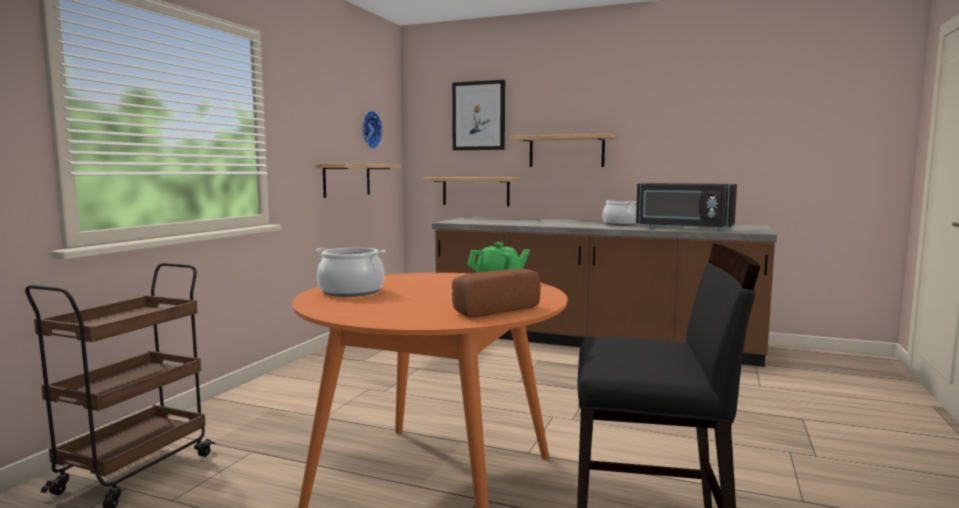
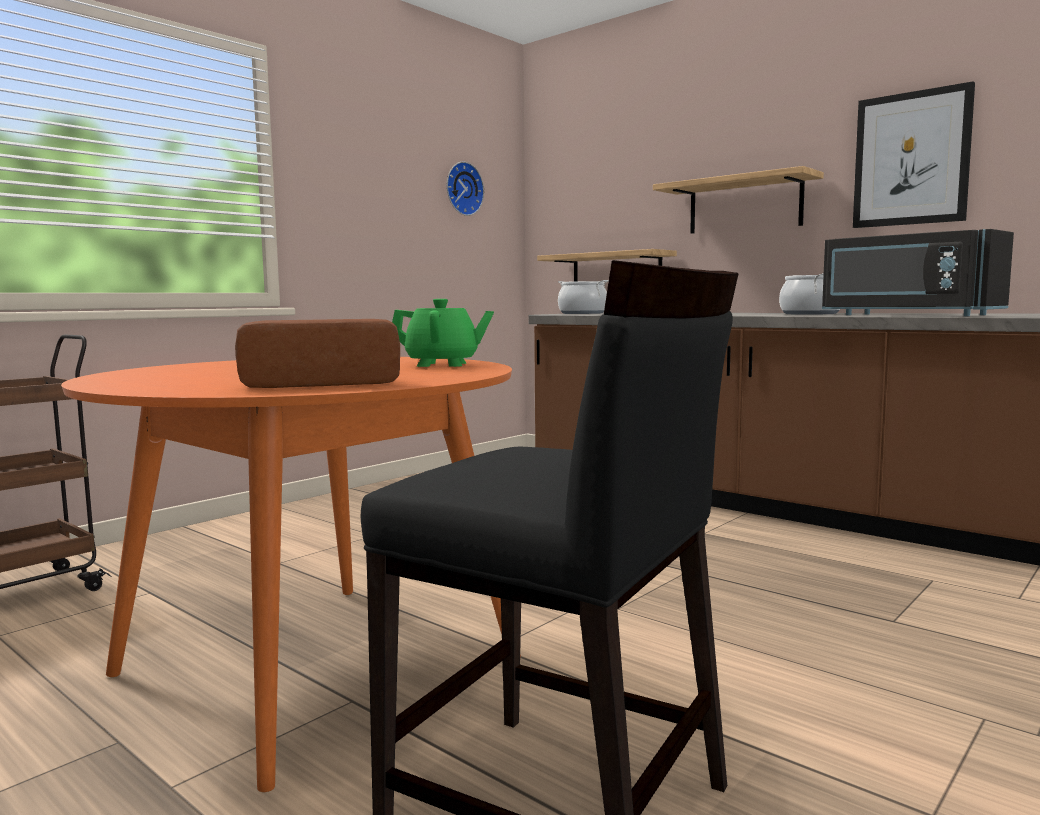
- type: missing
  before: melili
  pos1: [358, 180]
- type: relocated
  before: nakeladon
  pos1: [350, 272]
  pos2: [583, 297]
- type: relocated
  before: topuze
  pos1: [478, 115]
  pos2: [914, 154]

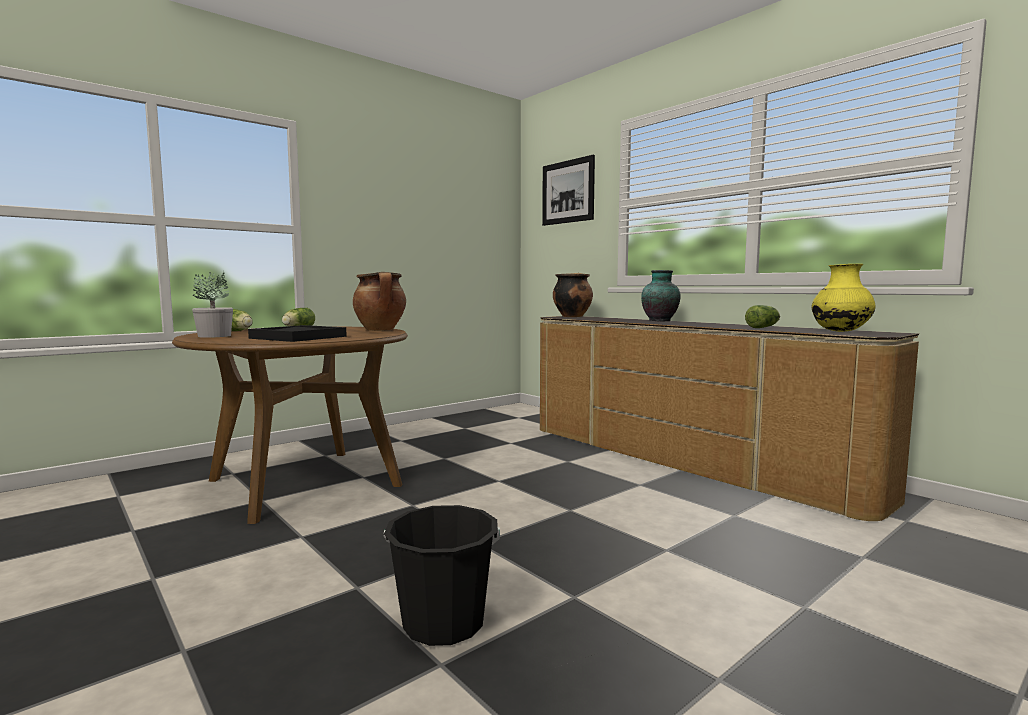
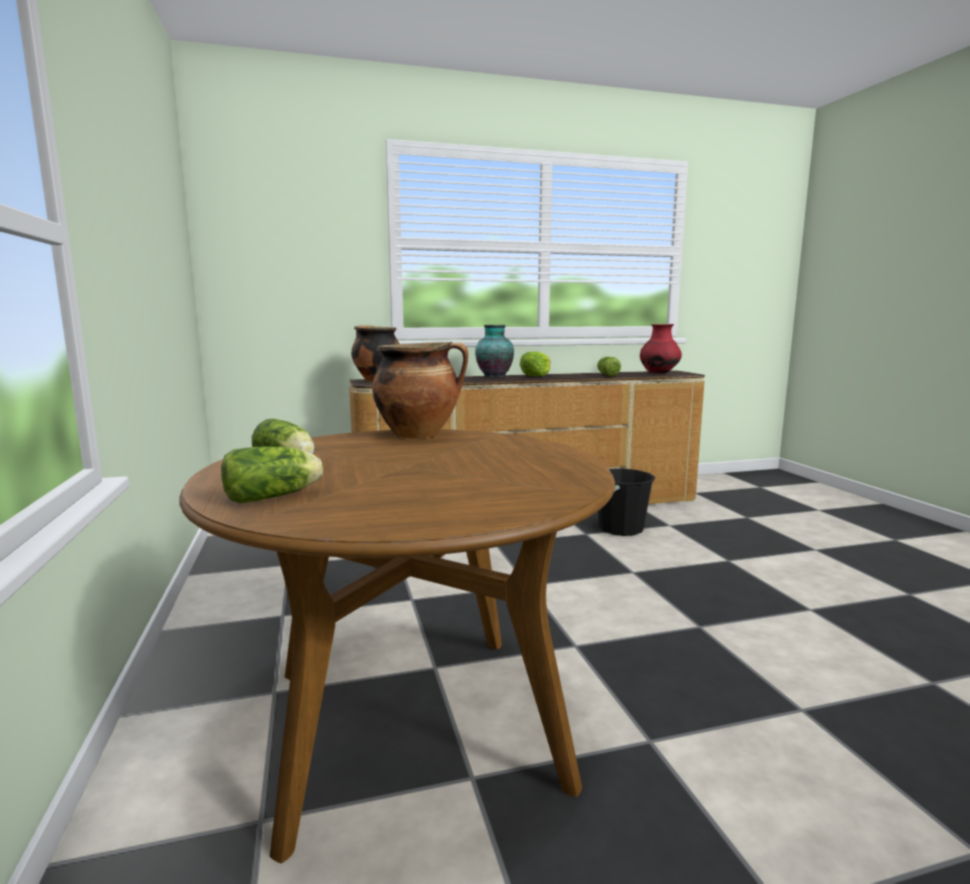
- type: missing
  before: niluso
  pos1: [212, 305]
- type: missing
  before: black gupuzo
  pos1: [297, 333]
- type: missing
  before: topuze
  pos1: [568, 190]
- type: appeared
  after: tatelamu
  pos2: [535, 364]
- type: relocated
  before: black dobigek
  pos1: [442, 575]
  pos2: [626, 502]
- type: colour
  before: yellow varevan
  after: red varevan
  pos1: [844, 298]
  pos2: [661, 349]

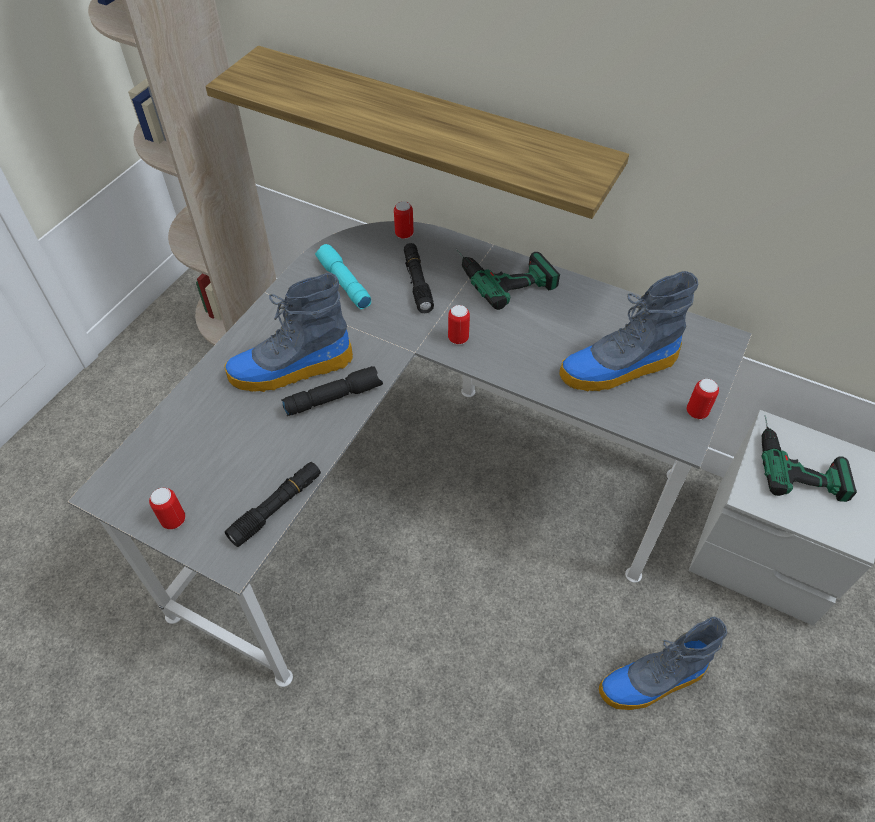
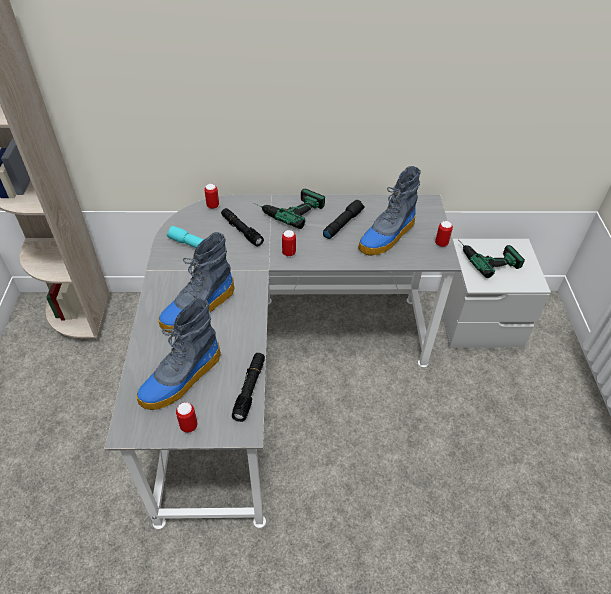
- type: missing
  before: melili
  pos1: [417, 132]
- type: relocated
  before: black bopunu
  pos1: [332, 391]
  pos2: [343, 219]
- type: relocated
  before: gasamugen
  pos1: [663, 663]
  pos2: [178, 353]

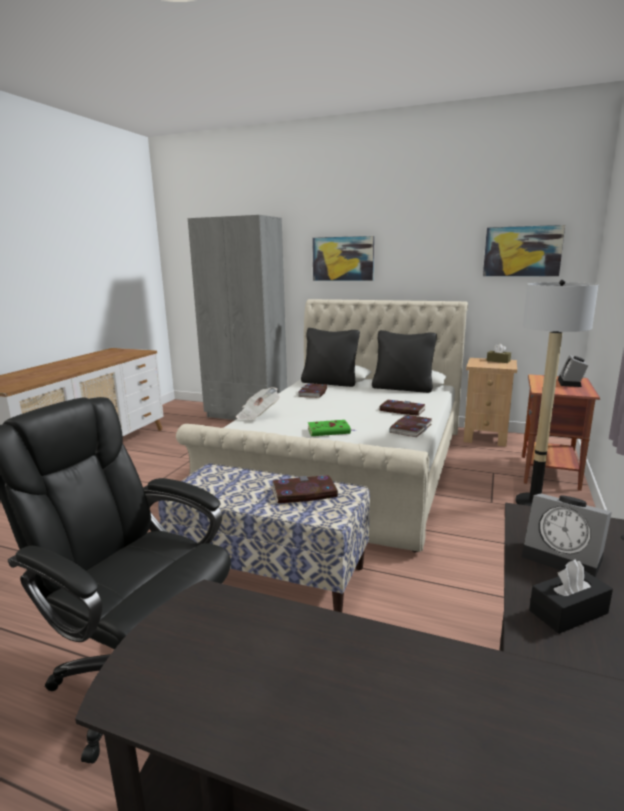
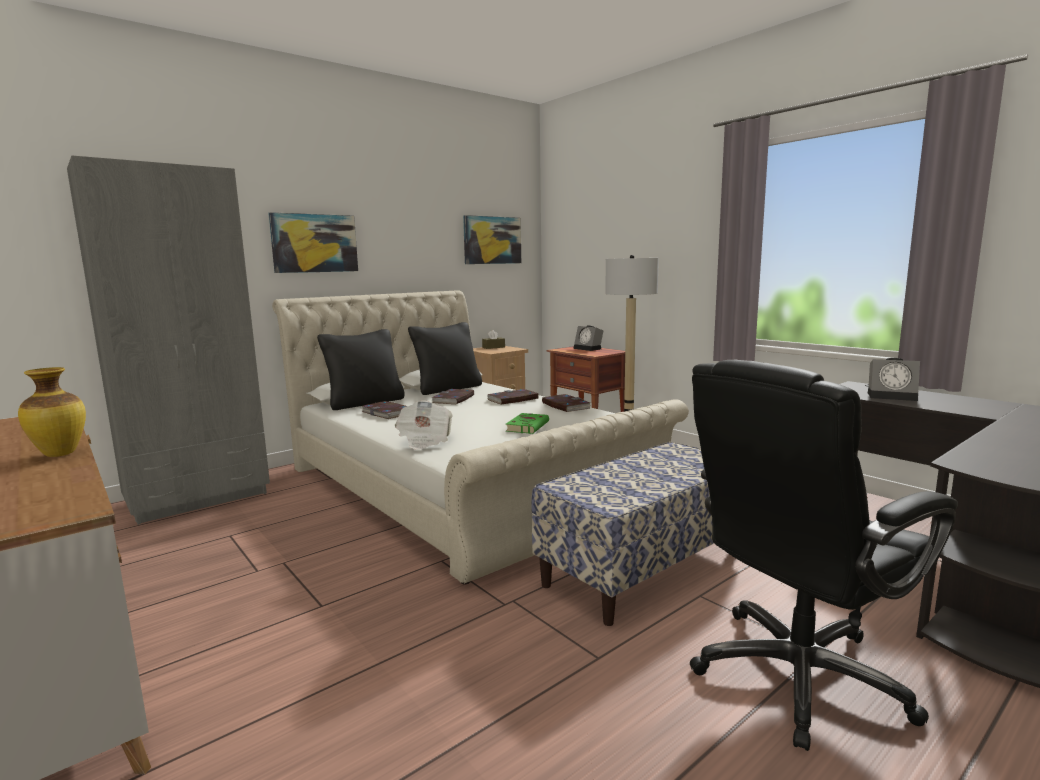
- type: missing
  before: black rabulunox
  pos1: [571, 597]
- type: appeared
  after: varevan
  pos2: [52, 412]
- type: relocated
  before: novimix
  pos1: [304, 489]
  pos2: [453, 396]
- type: spun
  before: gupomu
  pos1: [567, 535]
  pos2: [894, 379]
  turn: 45

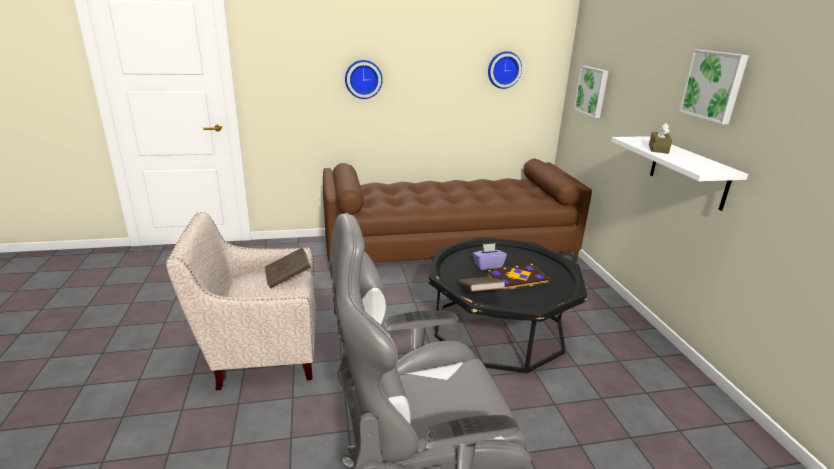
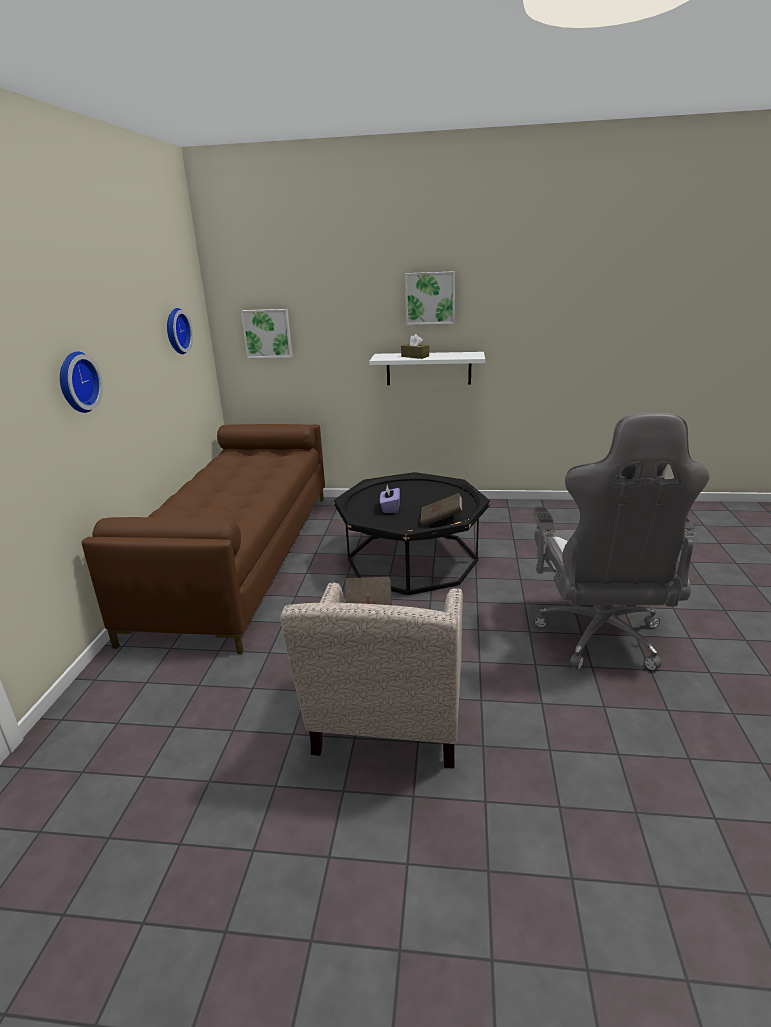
- type: missing
  before: novimix
  pos1: [518, 277]

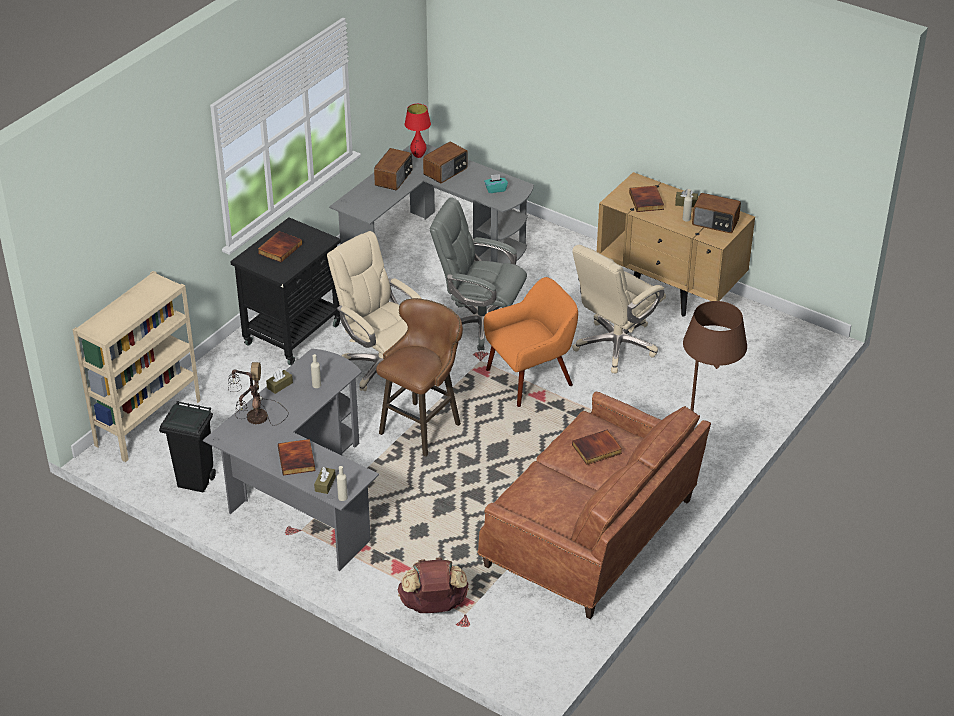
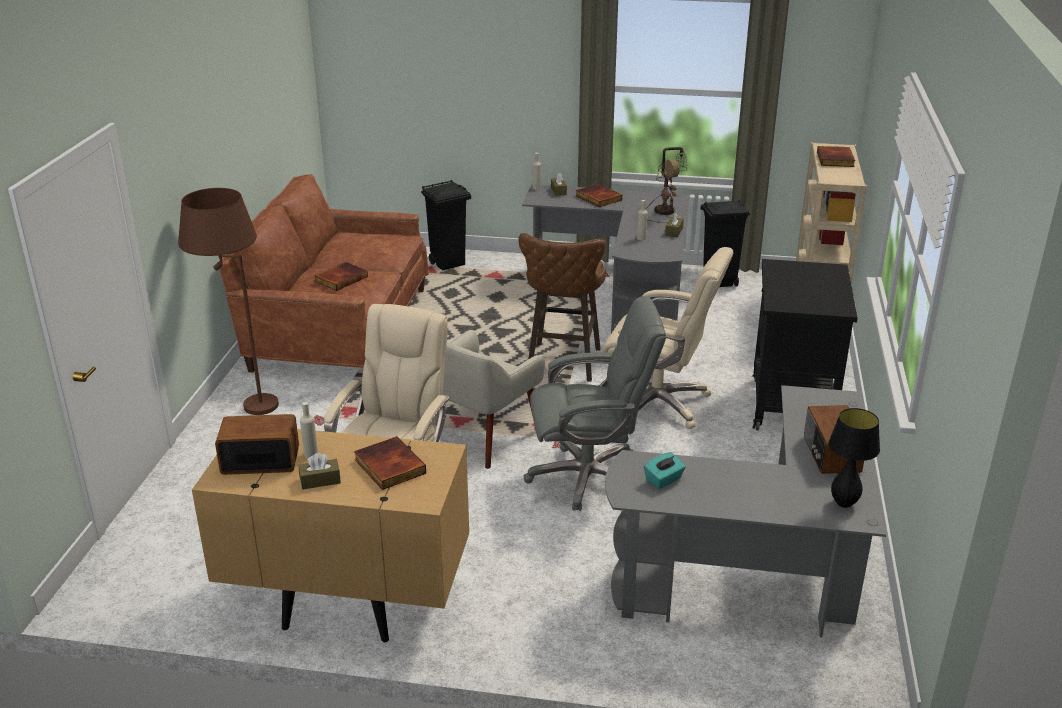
- type: missing
  before: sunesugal
  pos1: [445, 162]
- type: relocated
  before: novimix
  pos1: [280, 246]
  pos2: [836, 156]
- type: exchanged
  before: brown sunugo
  after: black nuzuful
  pos1: [433, 585]
  pos2: [446, 225]
- type: colour
  before: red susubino
  after: black susubino
  pos1: [418, 131]
  pos2: [854, 458]
- type: colour
  before: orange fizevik
  after: beige fizevik
  pos1: [531, 342]
  pos2: [494, 399]

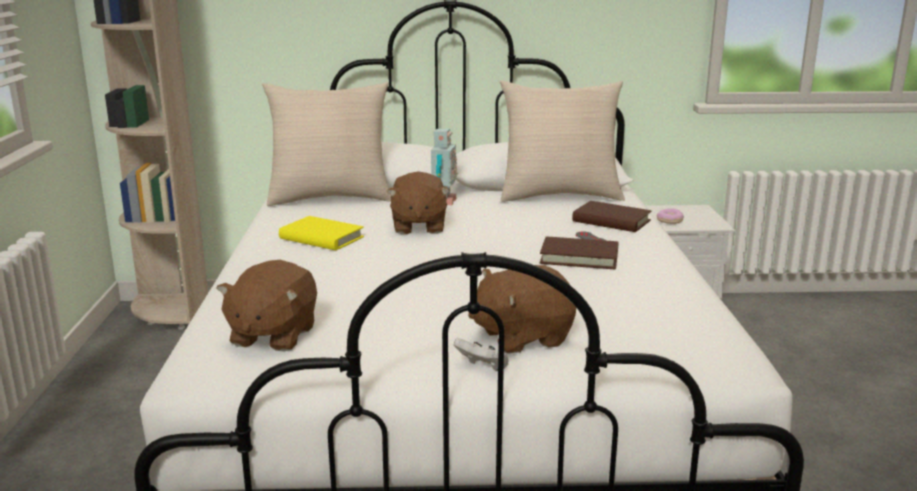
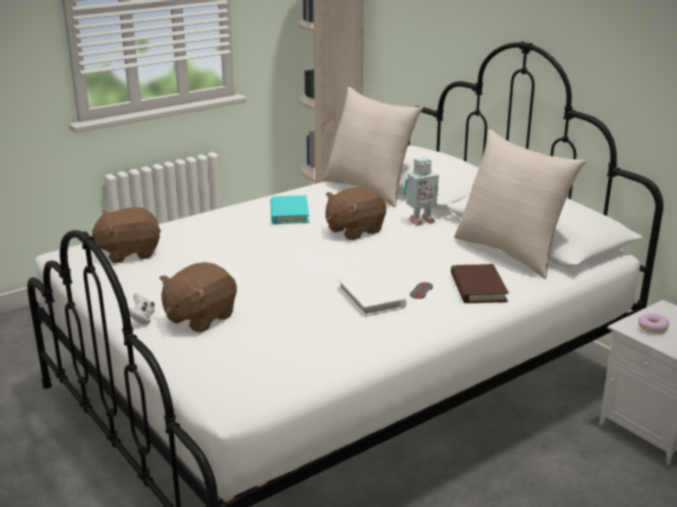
- type: colour
  before: yellow novimix
  after: turquoise novimix
  pos1: [321, 233]
  pos2: [290, 209]
- type: colour
  before: brown novimix
  after: white novimix
  pos1: [579, 252]
  pos2: [372, 294]
- type: spun
  before: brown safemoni
  pos1: [522, 309]
  pos2: [198, 297]
  turn: -90

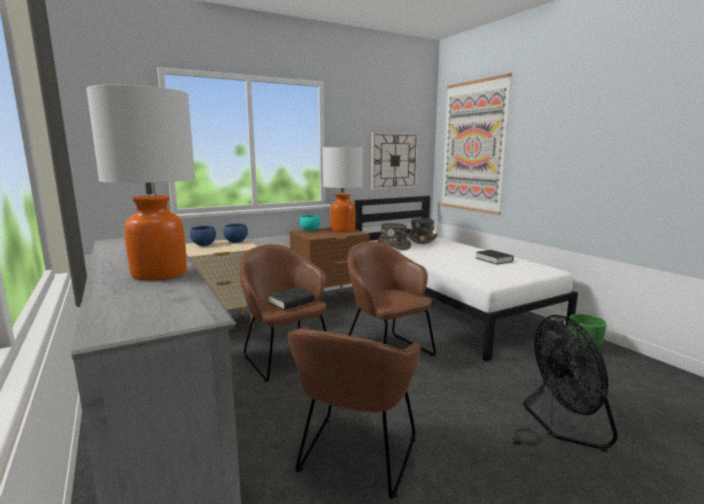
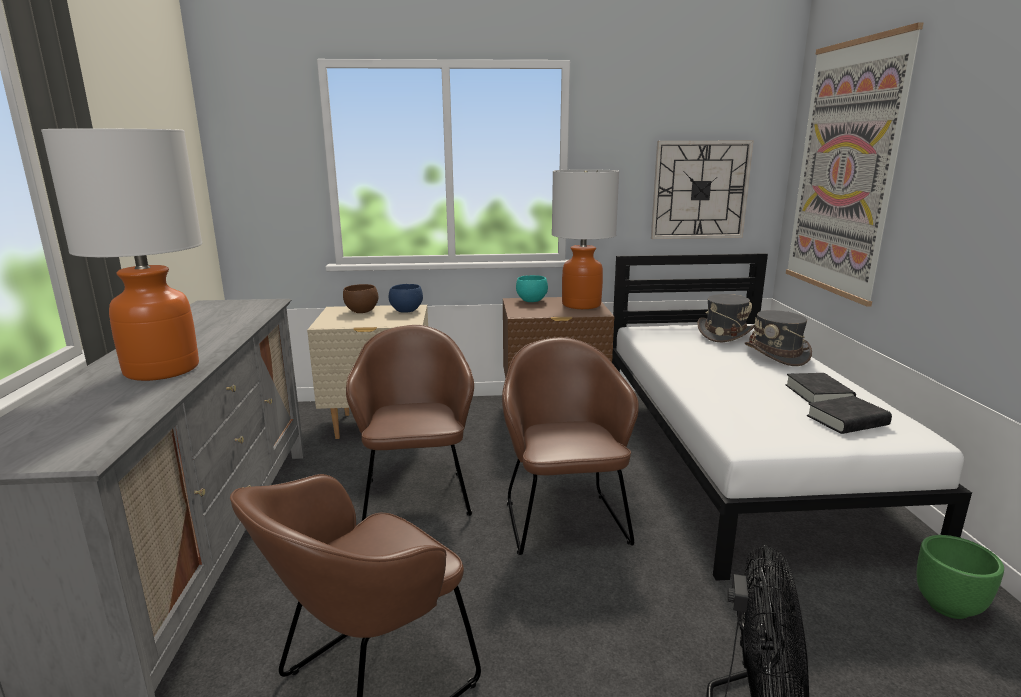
- type: relocated
  before: black novimix
  pos1: [291, 298]
  pos2: [849, 415]
- type: relocated
  before: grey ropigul
  pos1: [394, 236]
  pos2: [778, 338]
- type: colour
  before: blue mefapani
  after: brown mefapani
  pos1: [203, 236]
  pos2: [360, 298]

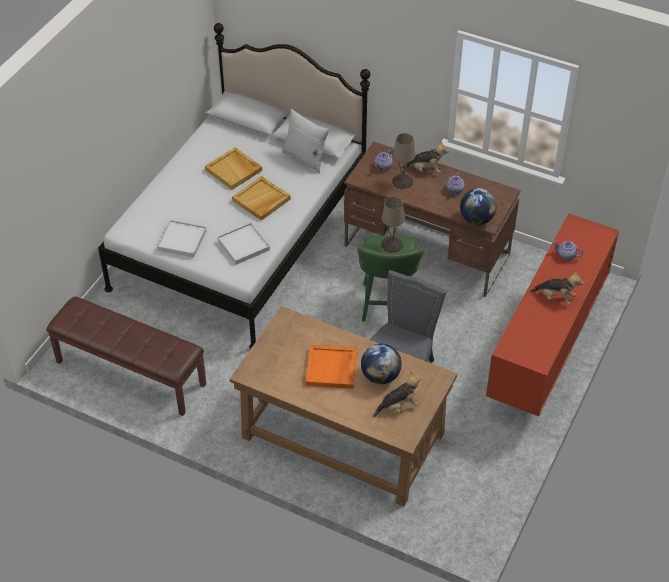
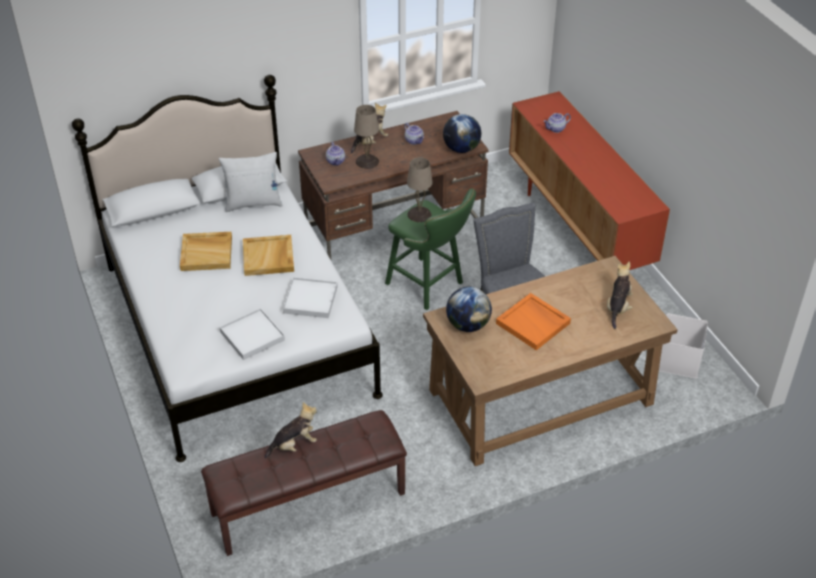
- type: appeared
  after: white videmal
  pos2: [683, 346]
- type: relocated
  before: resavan
  pos1: [381, 364]
  pos2: [469, 309]
- type: relocated
  before: safemoni
  pos1: [557, 287]
  pos2: [291, 430]

